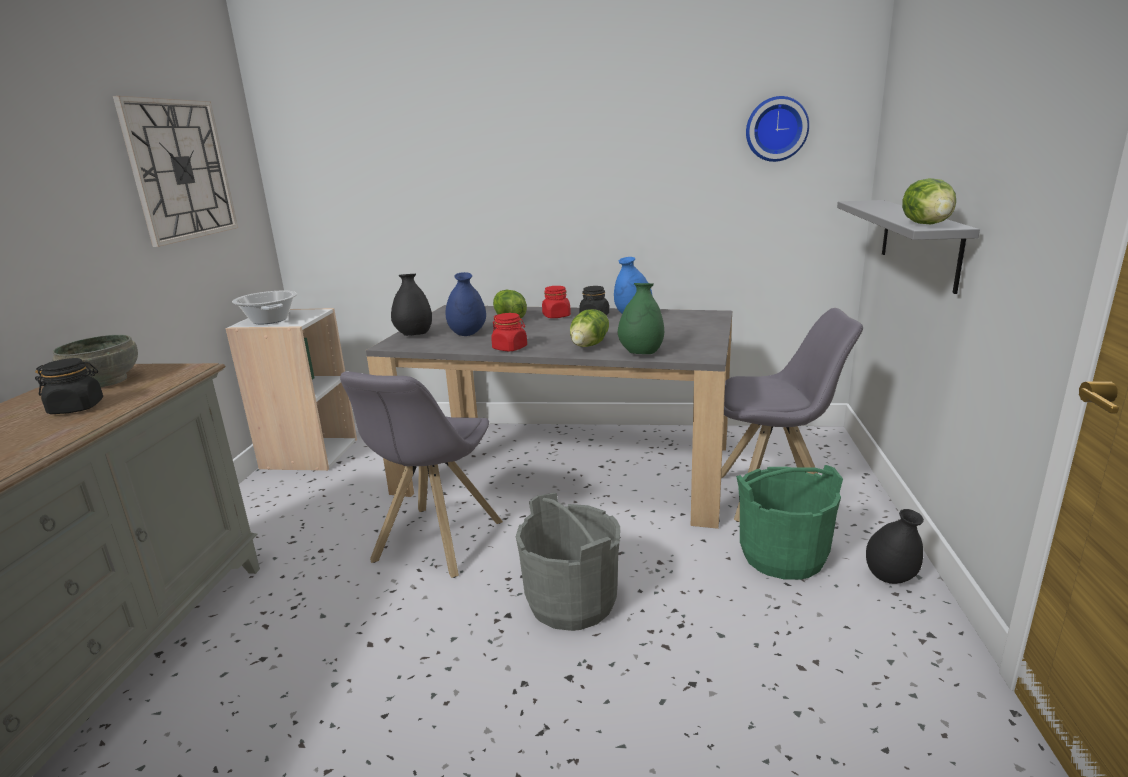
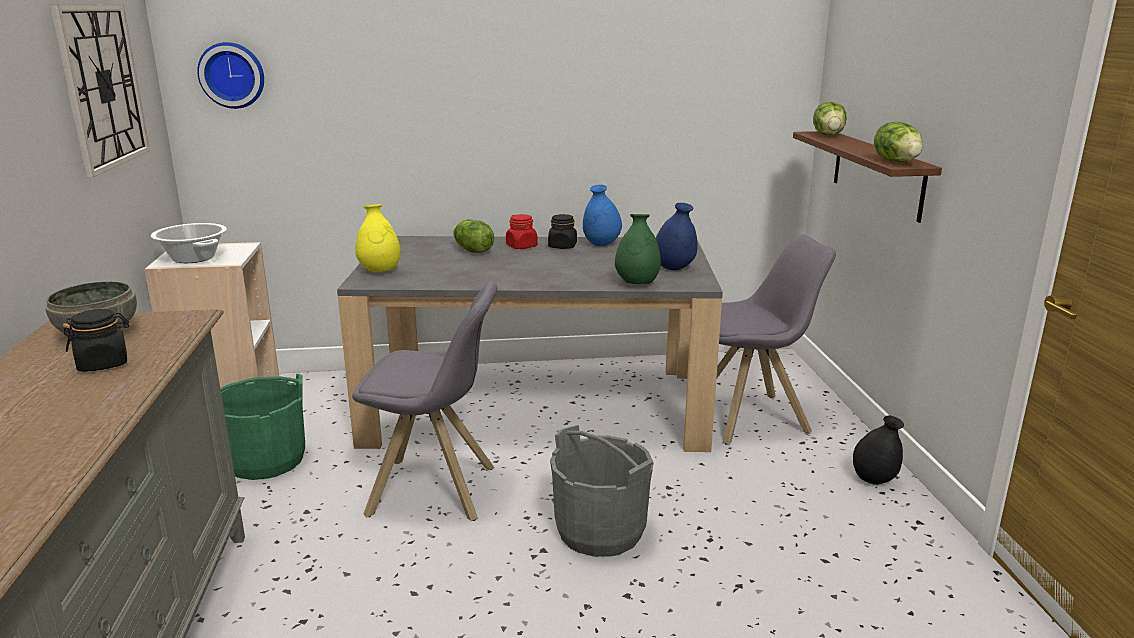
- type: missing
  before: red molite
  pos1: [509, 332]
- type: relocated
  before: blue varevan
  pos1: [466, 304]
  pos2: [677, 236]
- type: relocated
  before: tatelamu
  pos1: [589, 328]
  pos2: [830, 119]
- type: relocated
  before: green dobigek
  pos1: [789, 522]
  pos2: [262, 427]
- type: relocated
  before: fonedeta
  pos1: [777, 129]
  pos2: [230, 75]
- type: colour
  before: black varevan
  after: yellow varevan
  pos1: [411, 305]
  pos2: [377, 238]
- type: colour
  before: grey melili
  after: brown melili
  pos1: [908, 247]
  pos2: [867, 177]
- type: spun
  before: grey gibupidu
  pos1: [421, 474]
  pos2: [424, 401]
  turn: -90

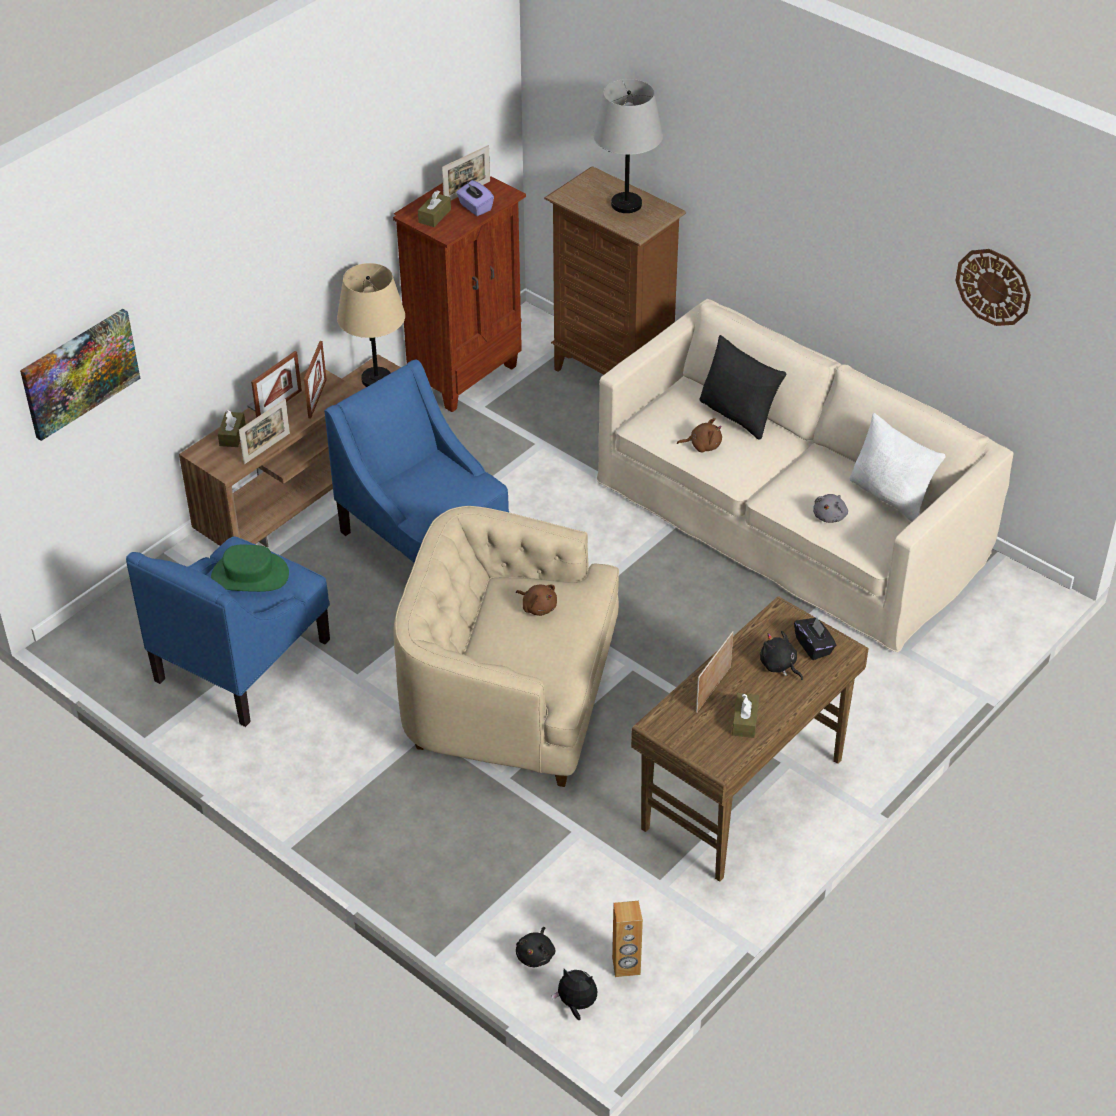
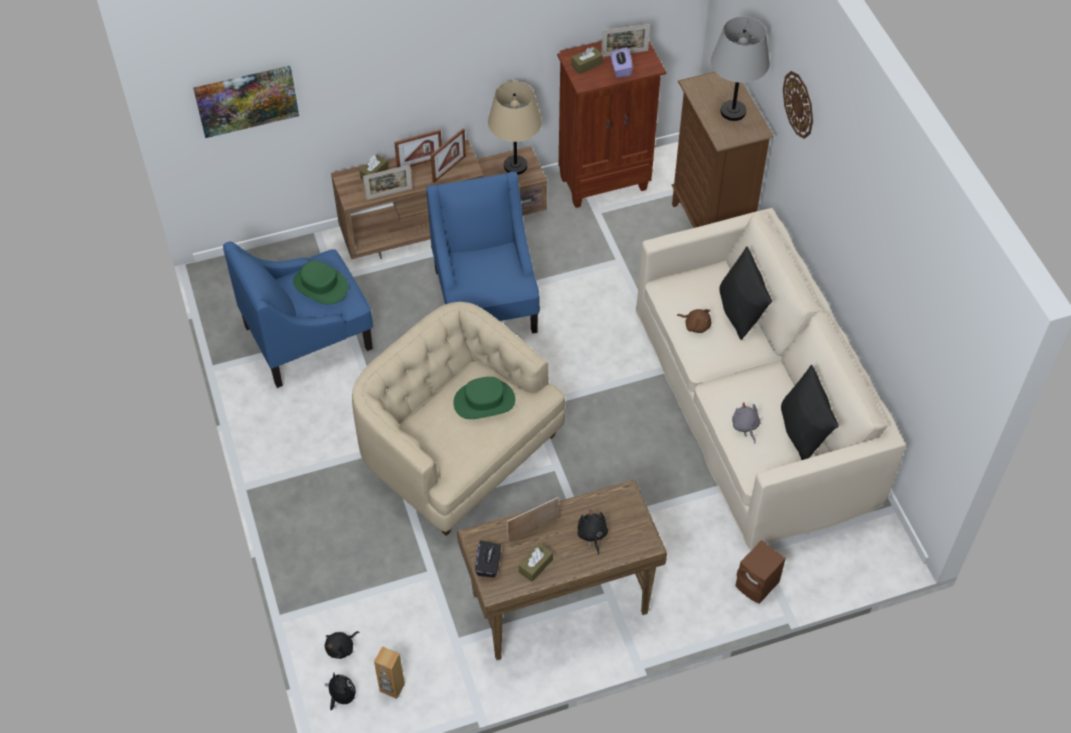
- type: appeared
  after: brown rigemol
  pos2: [760, 572]
- type: relocated
  before: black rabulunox
  pos1: [815, 638]
  pos2: [488, 558]
- type: relocated
  before: fonedeta
  pos1: [993, 287]
  pos2: [798, 105]
- type: exchanged
  before: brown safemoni
  after: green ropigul
  pos1: [536, 600]
  pos2: [484, 398]
- type: colour
  before: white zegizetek
  after: black zegizetek
  pos1: [897, 467]
  pos2: [810, 412]
- type: spun
  before: grey safemoni
  pos1: [830, 508]
  pos2: [746, 422]
  turn: 105

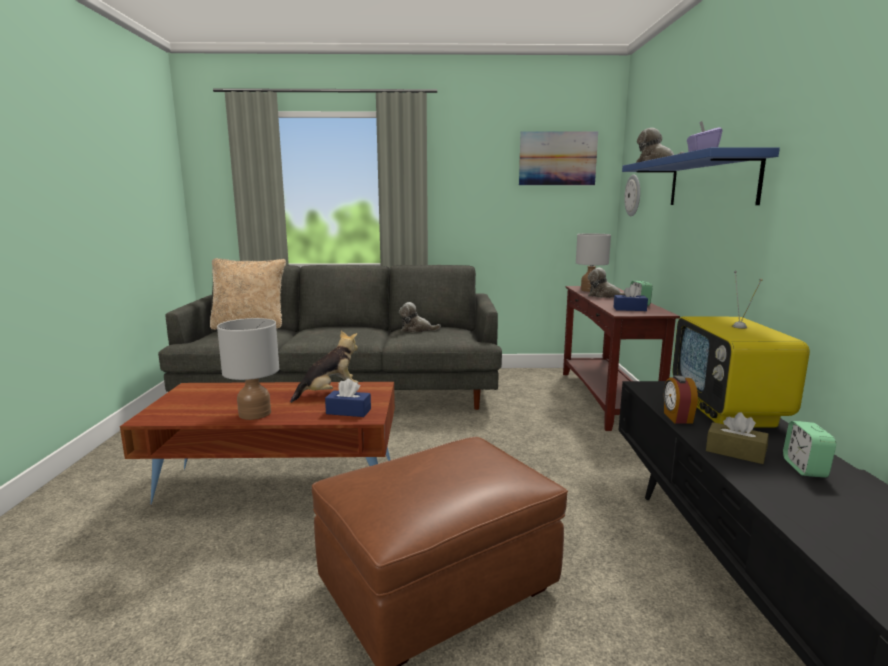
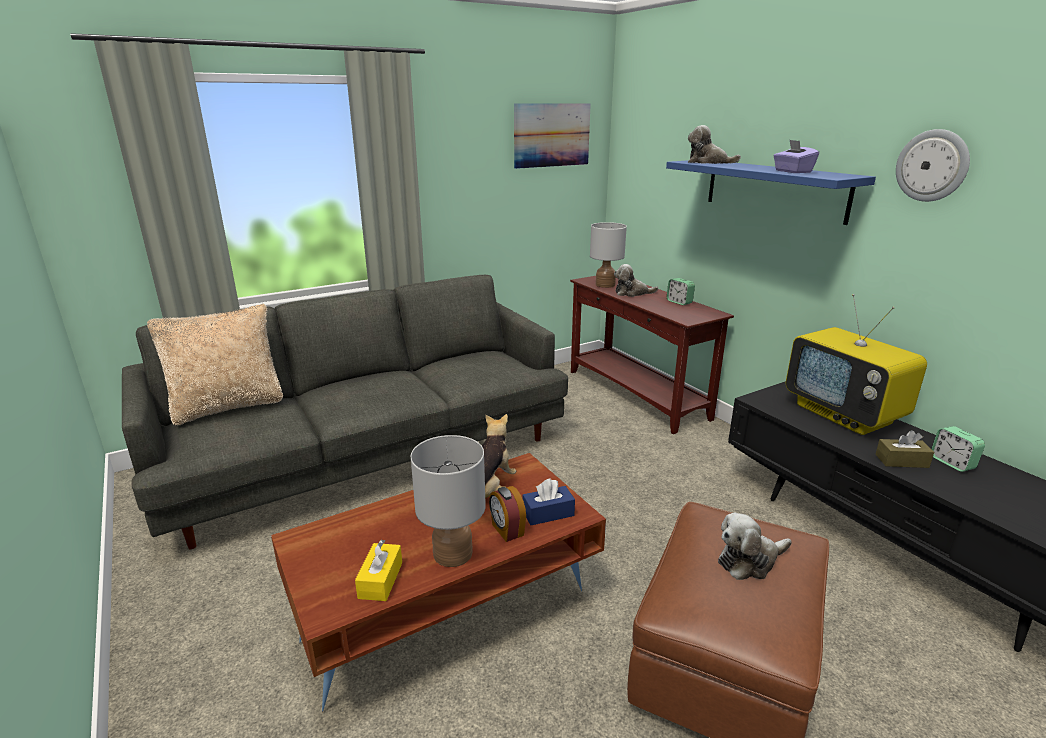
- type: missing
  before: blue rabulunox
  pos1: [631, 297]
- type: appeared
  after: yellow rabulunox
  pos2: [378, 570]
- type: relocated
  before: safemoni
  pos1: [420, 317]
  pos2: [755, 546]
- type: relocated
  before: fonedeta
  pos1: [632, 195]
  pos2: [933, 165]
- type: relocated
  before: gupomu
  pos1: [681, 400]
  pos2: [507, 514]

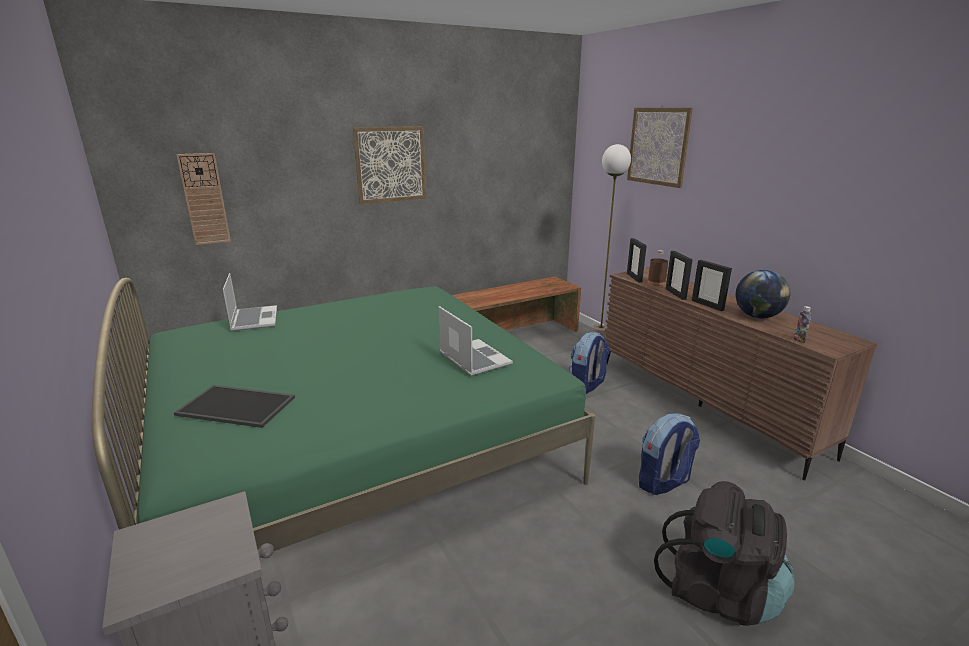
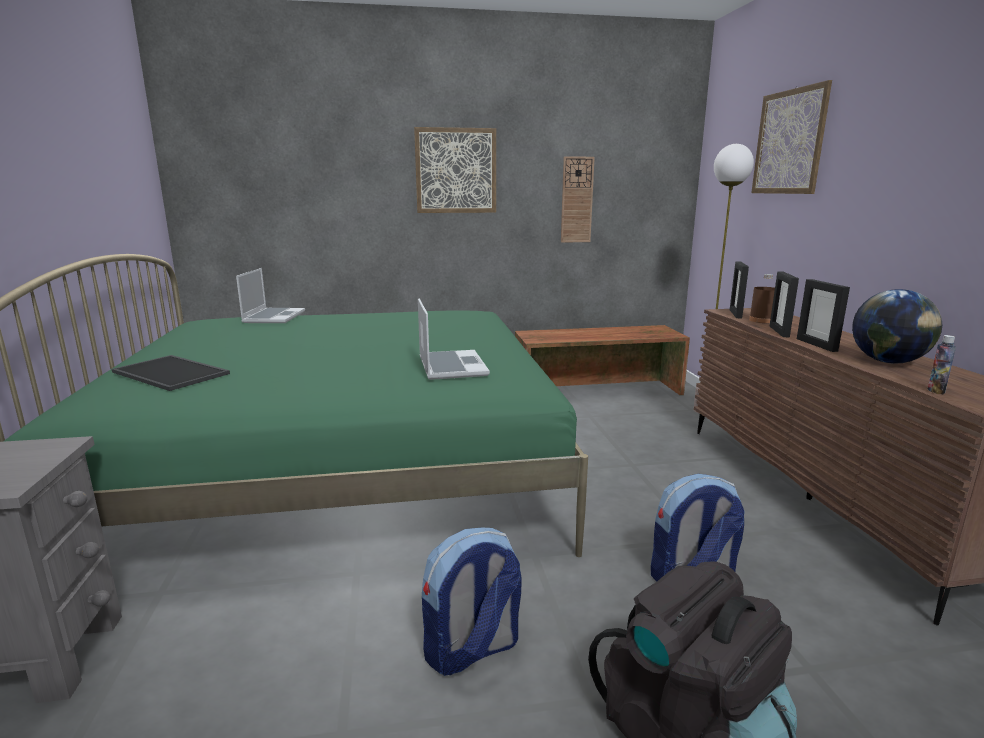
- type: relocated
  before: fonedeta
  pos1: [203, 199]
  pos2: [578, 199]
- type: relocated
  before: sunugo
  pos1: [589, 363]
  pos2: [472, 602]

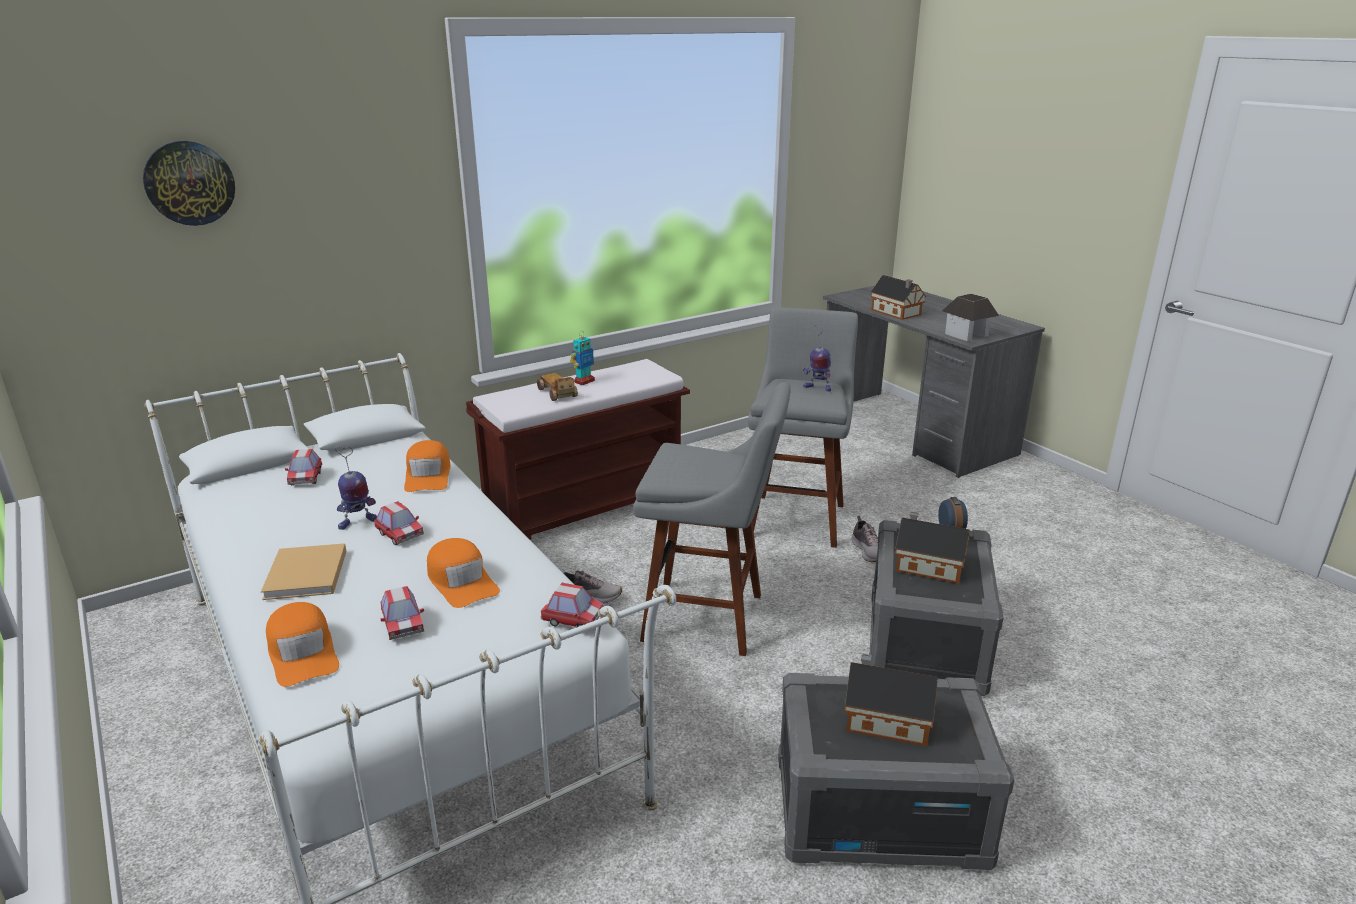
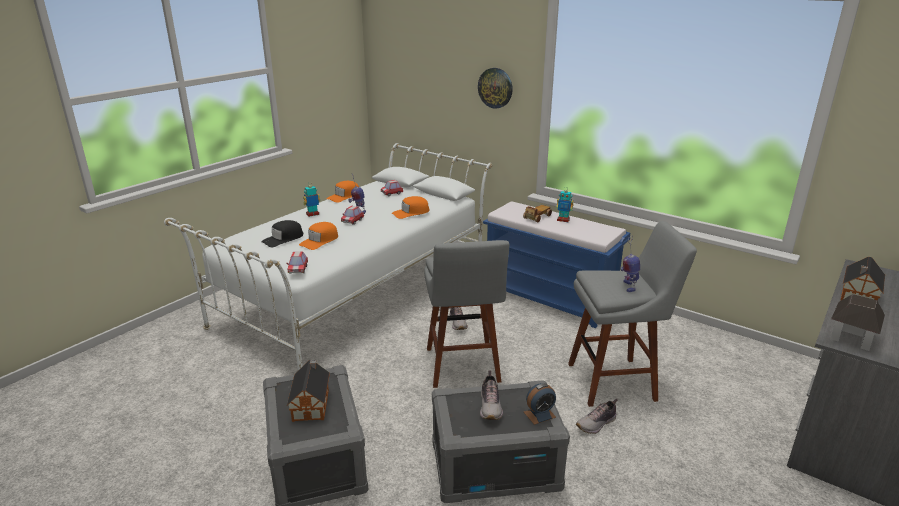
- type: relocated
  before: fonedeta
  pos1: [189, 183]
  pos2: [495, 88]
- type: relocated
  before: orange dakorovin
  pos1: [302, 644]
  pos2: [343, 192]
- type: exchanged
  before: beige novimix
  after: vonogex
  pos1: [304, 571]
  pos2: [311, 200]
- type: exchanged
  before: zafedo
  after: black dakorovin
  pos1: [402, 613]
  pos2: [282, 233]
- type: exchanged
  before: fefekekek
  after: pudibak
  pos1: [932, 547]
  pos2: [491, 395]
- type: colour
  before: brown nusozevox
  after: blue nusozevox
  pos1: [578, 449]
  pos2: [556, 264]

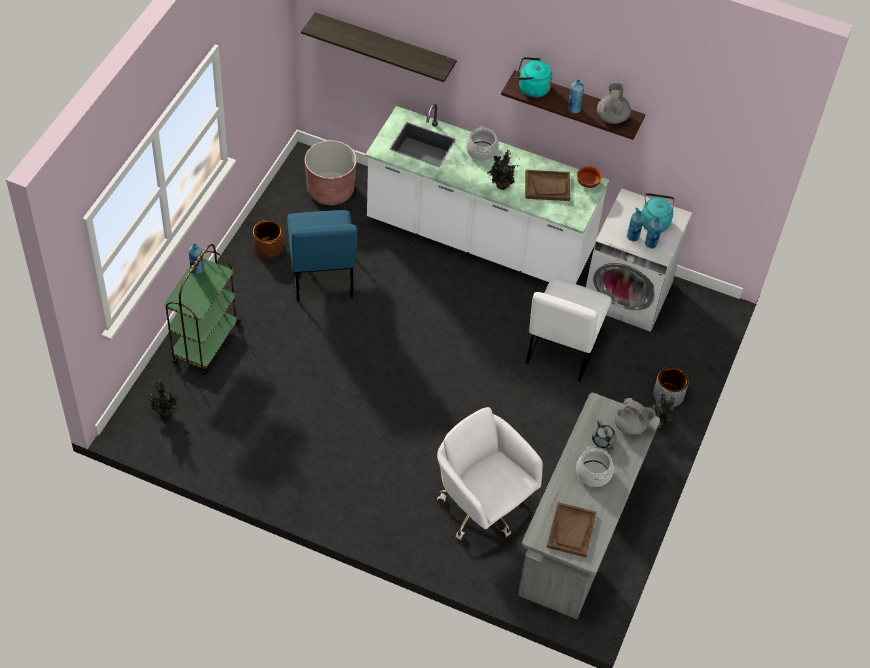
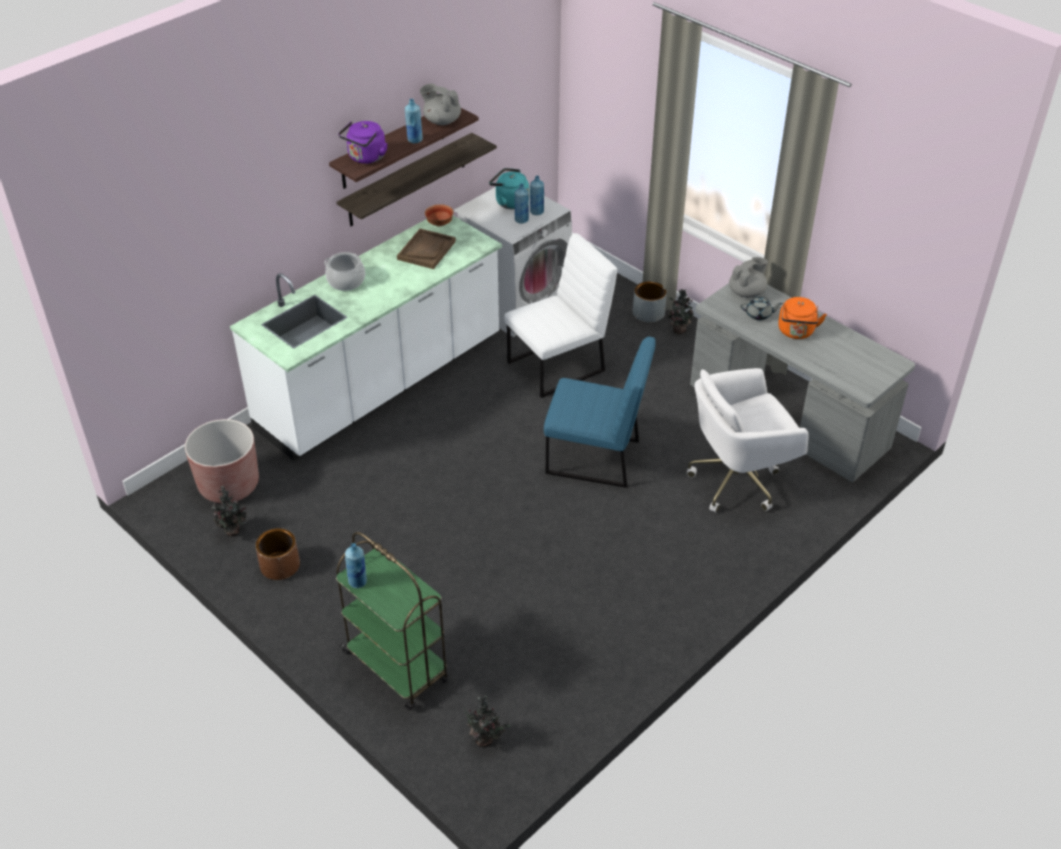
- type: missing
  before: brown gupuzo
  pos1: [571, 529]
- type: relocated
  before: blue gibupidu
  pos1: [322, 256]
  pos2: [600, 412]
- type: relocated
  before: melili
  pos1: [379, 47]
  pos2: [417, 179]
- type: relocated
  before: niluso
  pos1: [503, 169]
  pos2: [229, 511]
- type: exchanged
  before: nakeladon
  after: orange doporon
  pos1: [595, 466]
  pos2: [802, 318]
- type: colour
  before: turquoise doporon
  after: purple doporon
  pos1: [534, 77]
  pos2: [363, 142]
- type: spun
  before: white gibupidu
  pos1: [569, 330]
  pos2: [560, 315]
  turn: -75

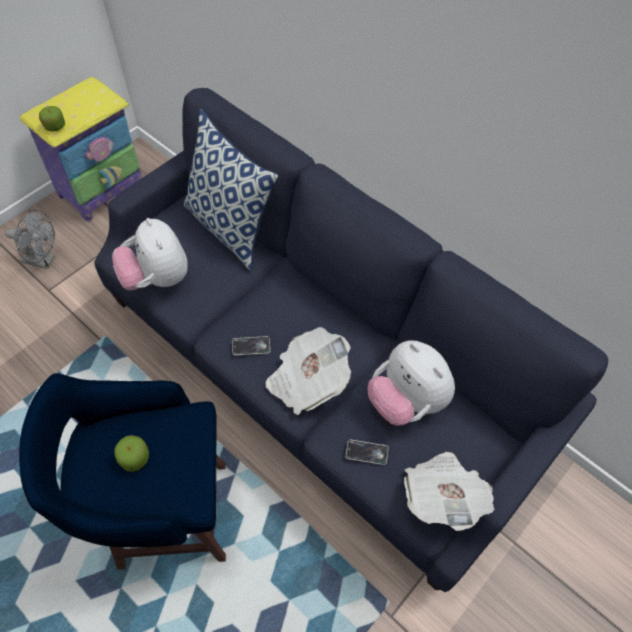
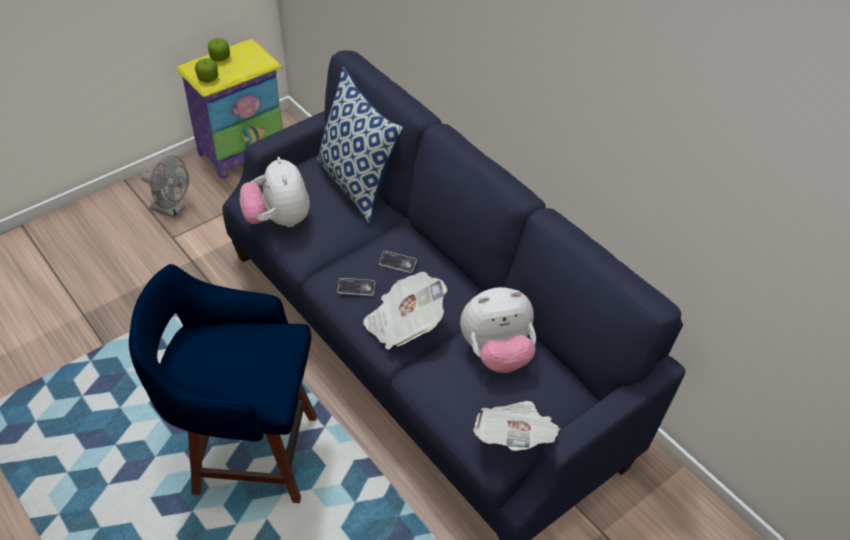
- type: relocated
  before: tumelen
  pos1: [131, 453]
  pos2: [219, 50]
- type: relocated
  before: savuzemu
  pos1: [367, 452]
  pos2: [398, 262]
- type: spun
  before: safemoni
  pos1: [411, 383]
  pos2: [498, 330]
  turn: -75

